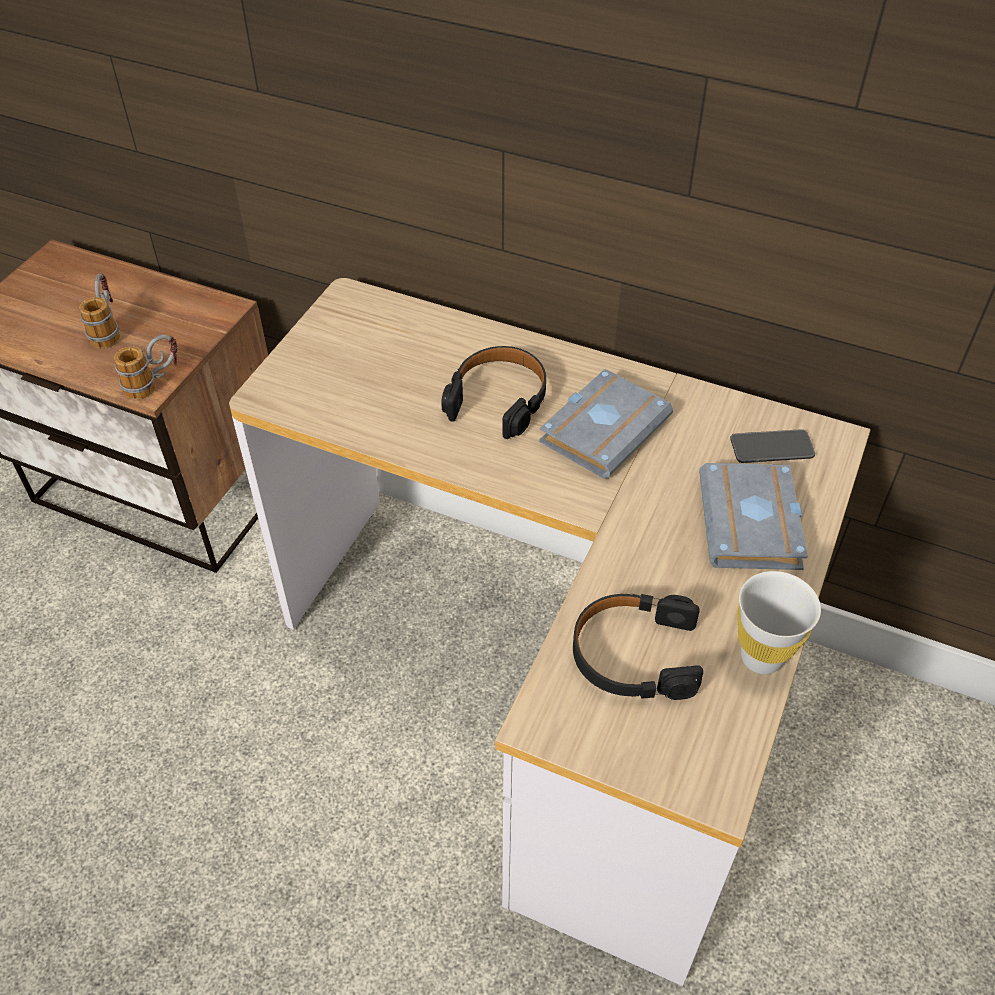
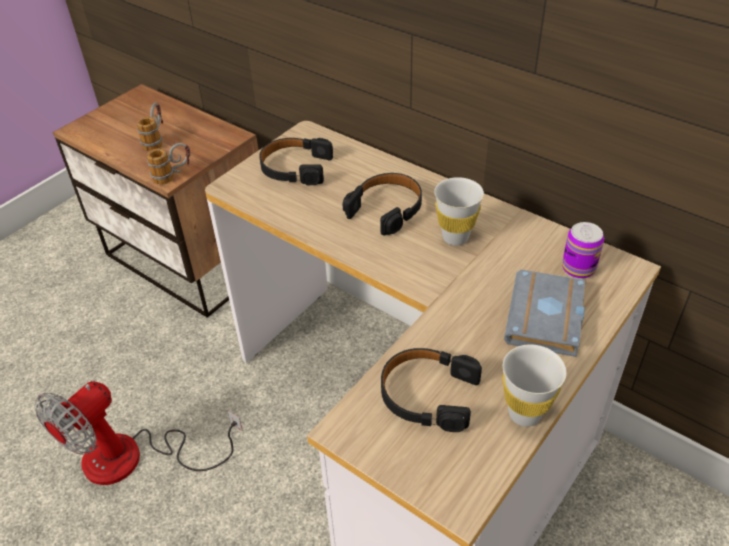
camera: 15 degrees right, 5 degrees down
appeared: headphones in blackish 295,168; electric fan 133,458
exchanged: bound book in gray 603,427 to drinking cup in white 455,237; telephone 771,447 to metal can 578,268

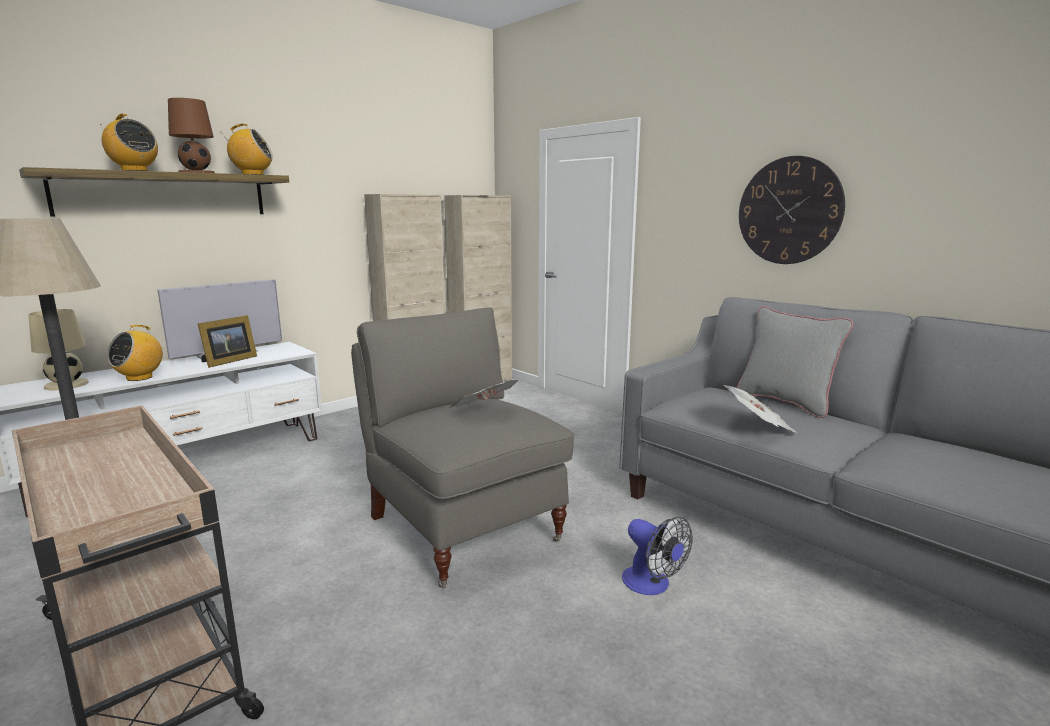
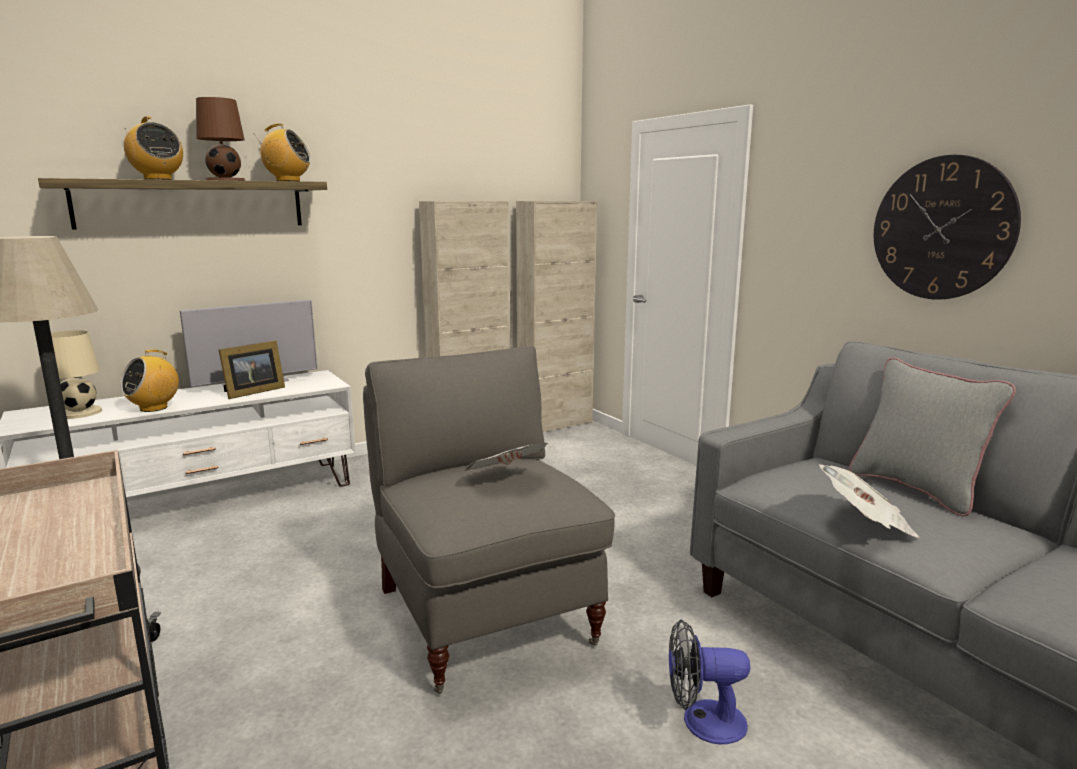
camera: 10 degrees right, 0 degrees up
spun: electric fan 652,585 = 702,721 120 degrees clockwise

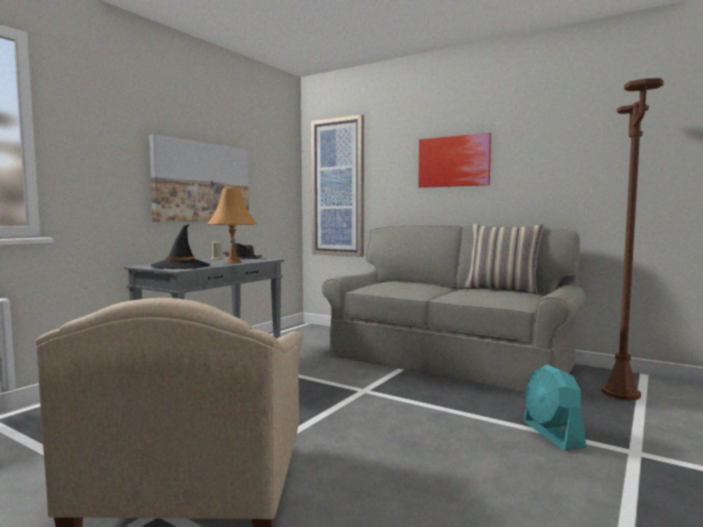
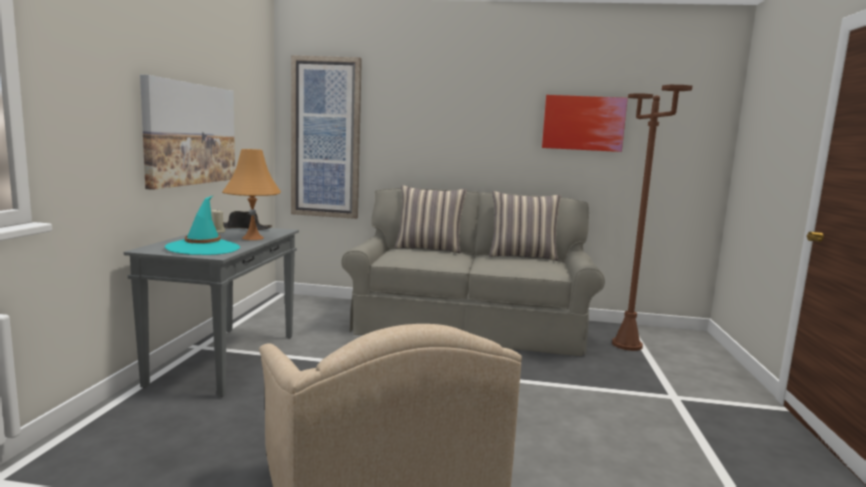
camera: 25 degrees left, 5 degrees up
missing: electric fan in blue-green 552,434
appeared: cushion 429,248
relocated: picture 453,161 to 583,123
colour: wearable hat in blackish 181,266 to wearable hat in blue-green 203,248

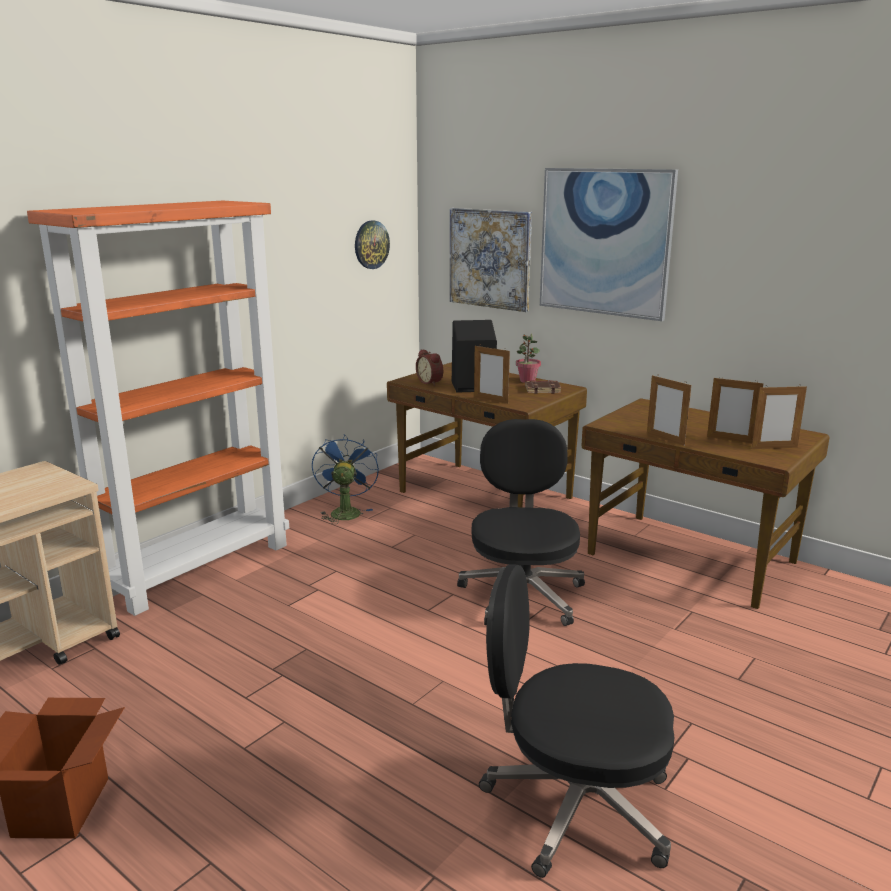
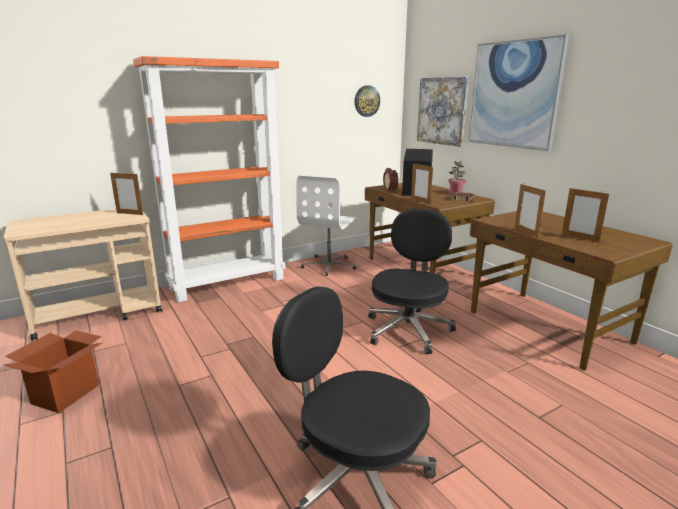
camera: 20 degrees right, 0 degrees up
relocated: photo frame 774,448 to 130,214
exchanged: electric fan in bluish 345,511 to office chair in white 329,265

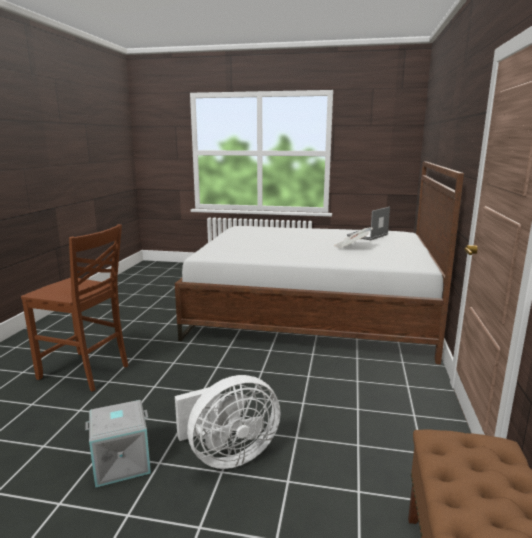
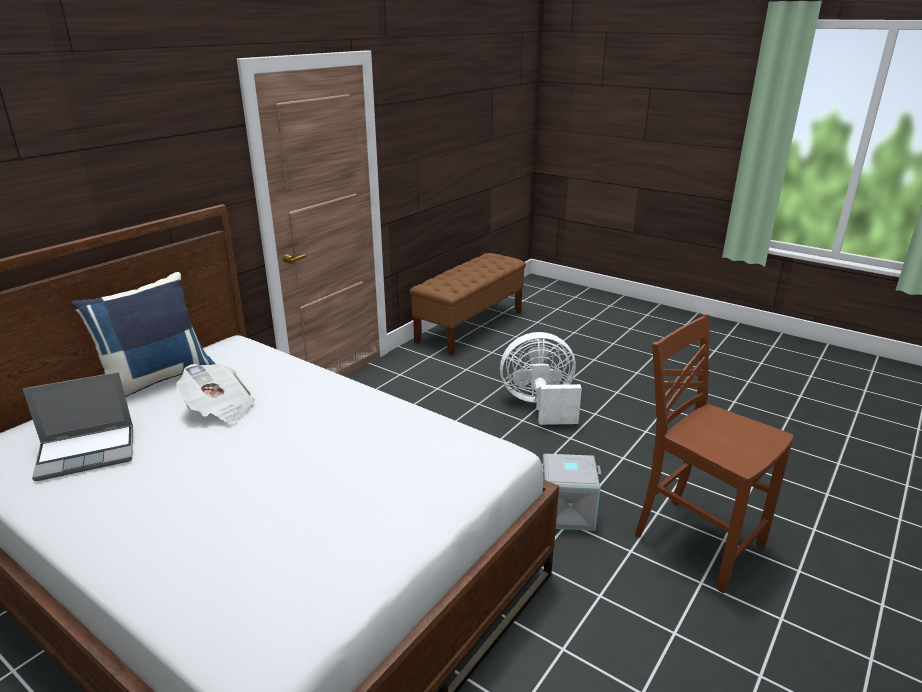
camera: 155 degrees left, 10 degrees up
appeared: cushion in bluish 157,379
relocated: storage container in gray 122,461 to 566,512

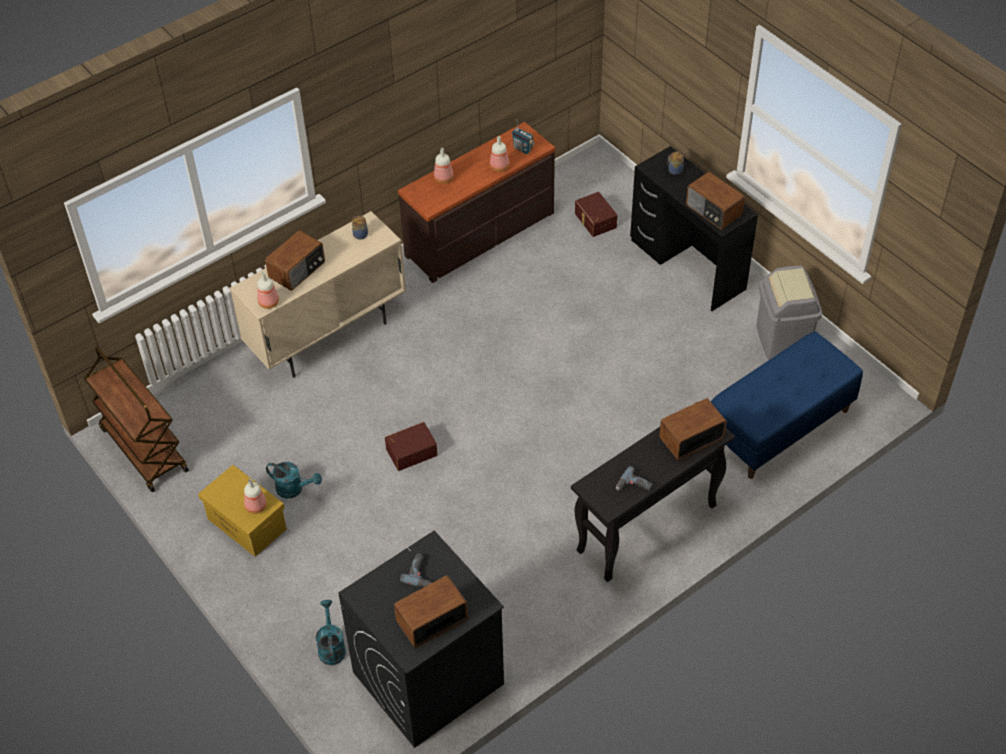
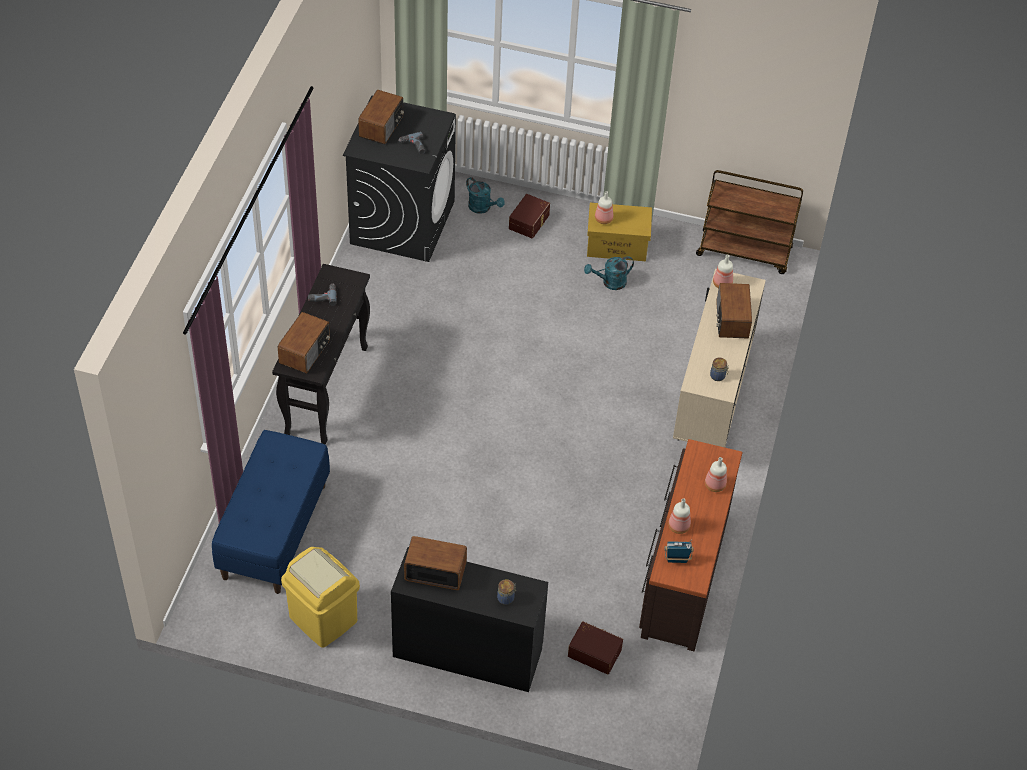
camera: 140 degrees right, 0 degrees up
relocated: storage container in brownish 411,451 to 530,222
colour: rubbish bin in gray 783,340 to rubbish bin in yellow 322,619

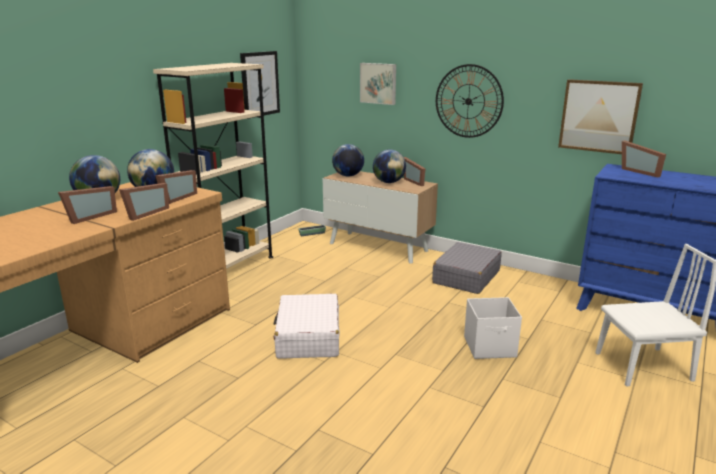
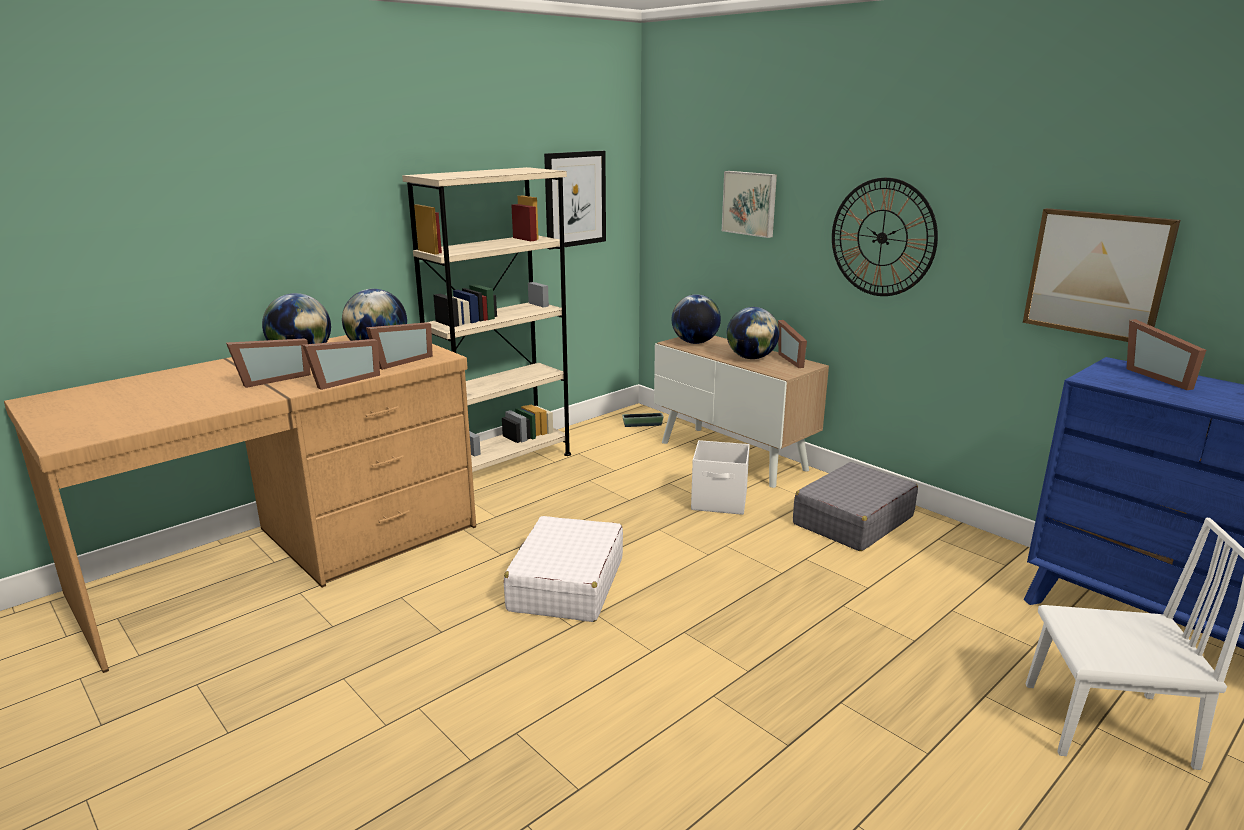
camera: 15 degrees right, 0 degrees up
relocated: storage container in white 490,347 to 720,501

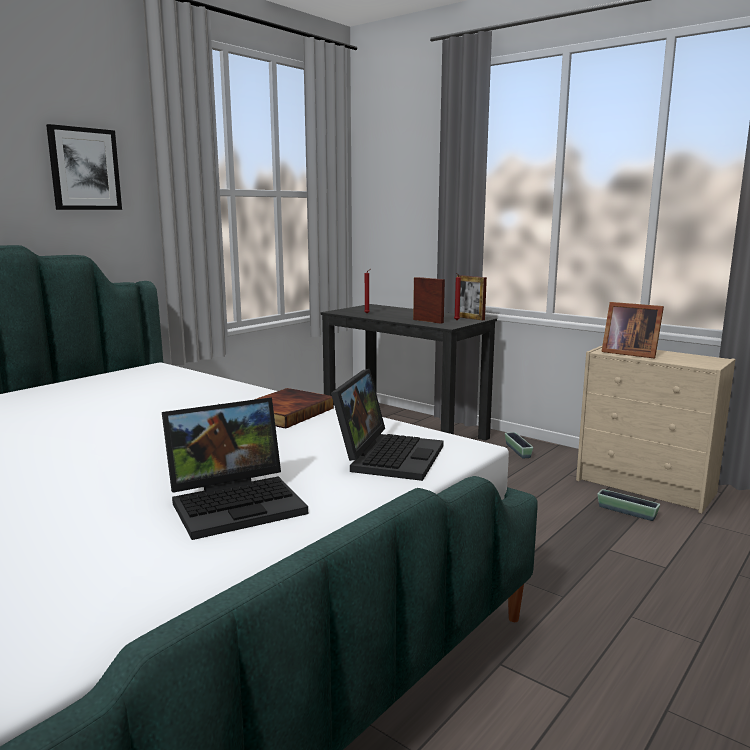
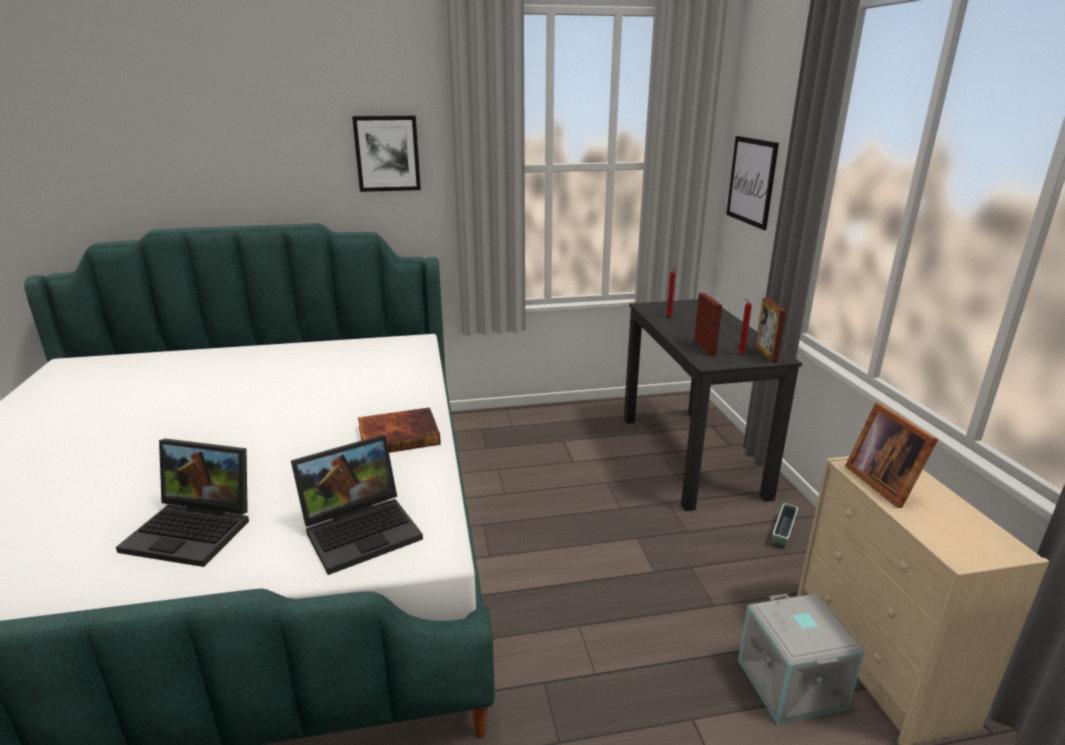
camera: 40 degrees right, 10 degrees up
appeared: picture 751,181
exchanged: plant pot 626,512 to storage container in gray 793,684

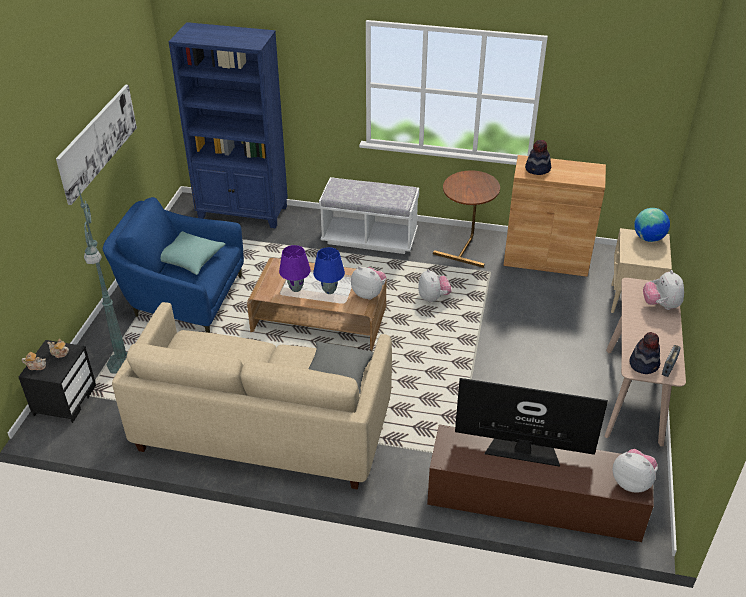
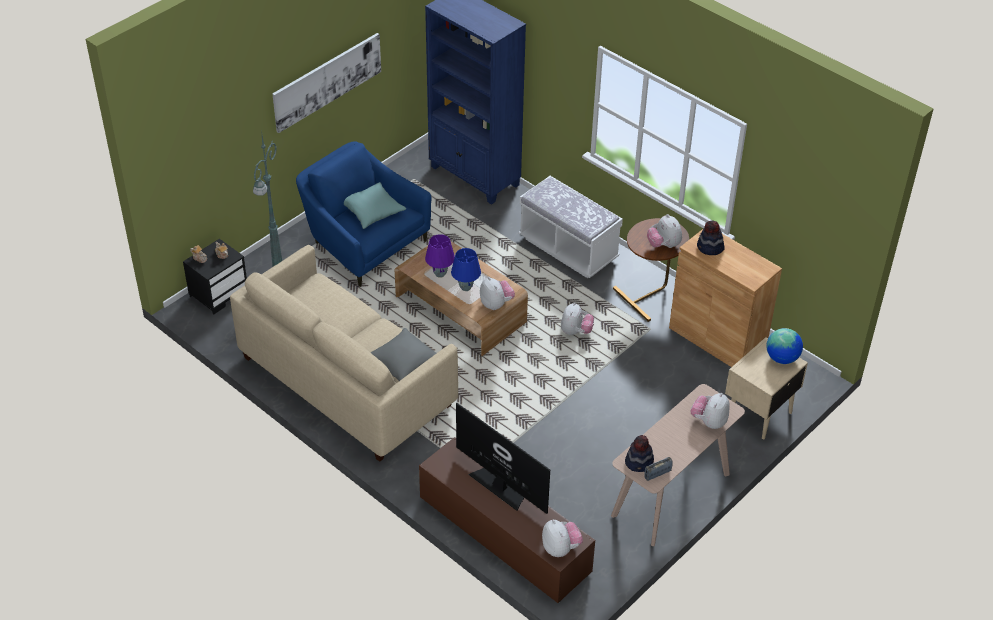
camera: 30 degrees right, 5 degrees up
appeared: soft toy 663,245

